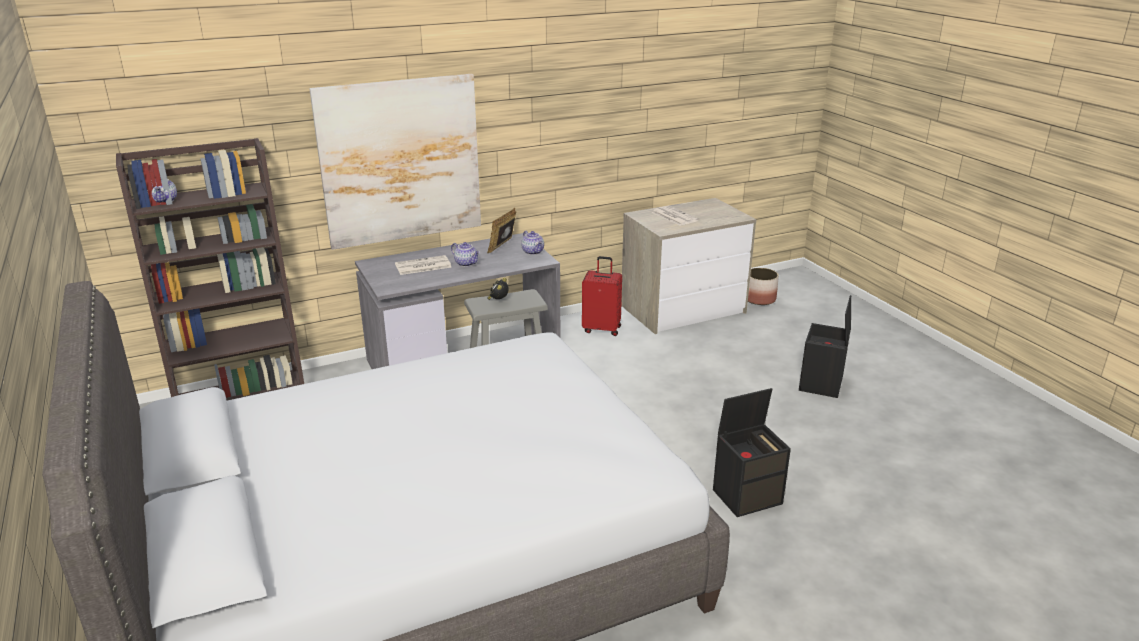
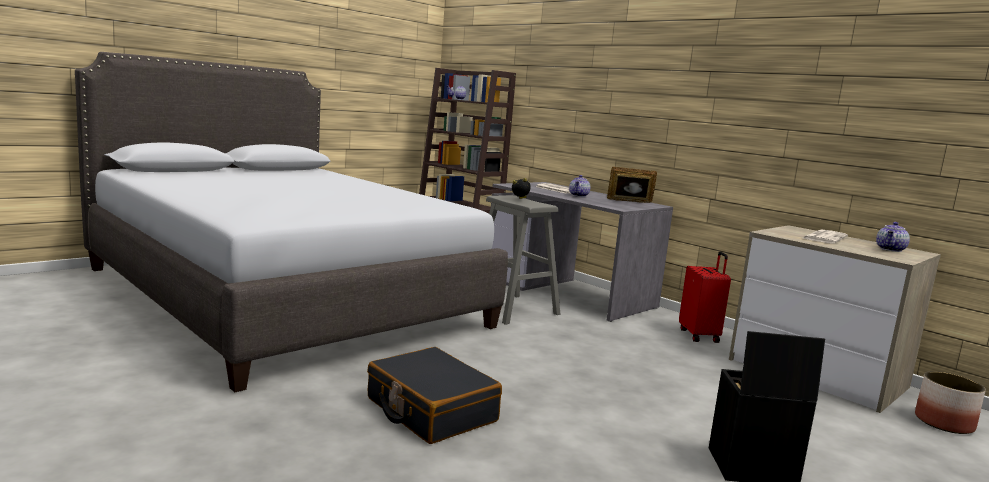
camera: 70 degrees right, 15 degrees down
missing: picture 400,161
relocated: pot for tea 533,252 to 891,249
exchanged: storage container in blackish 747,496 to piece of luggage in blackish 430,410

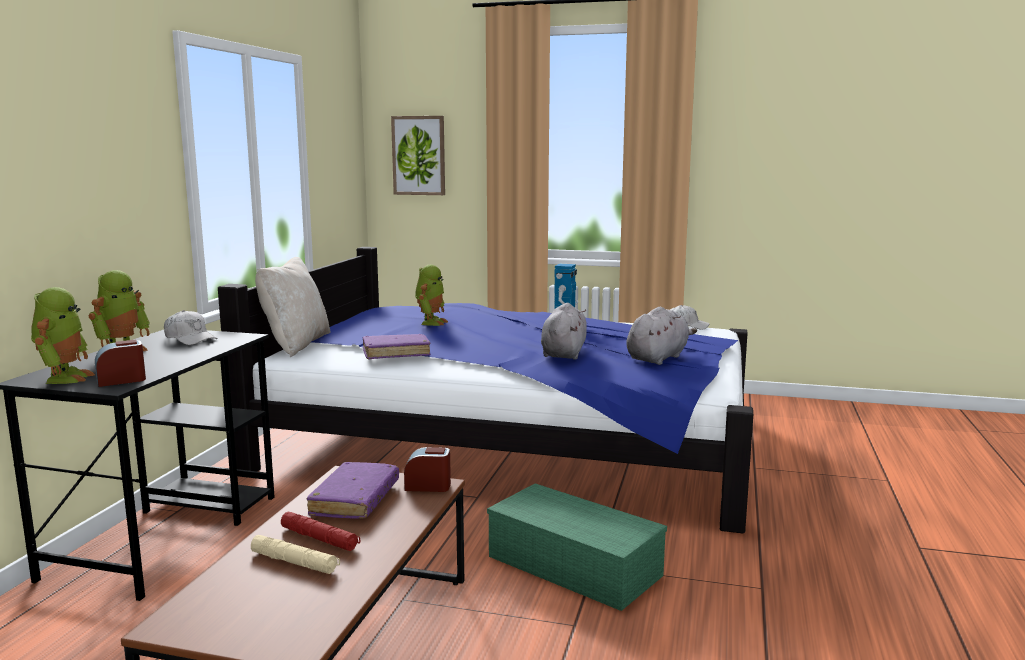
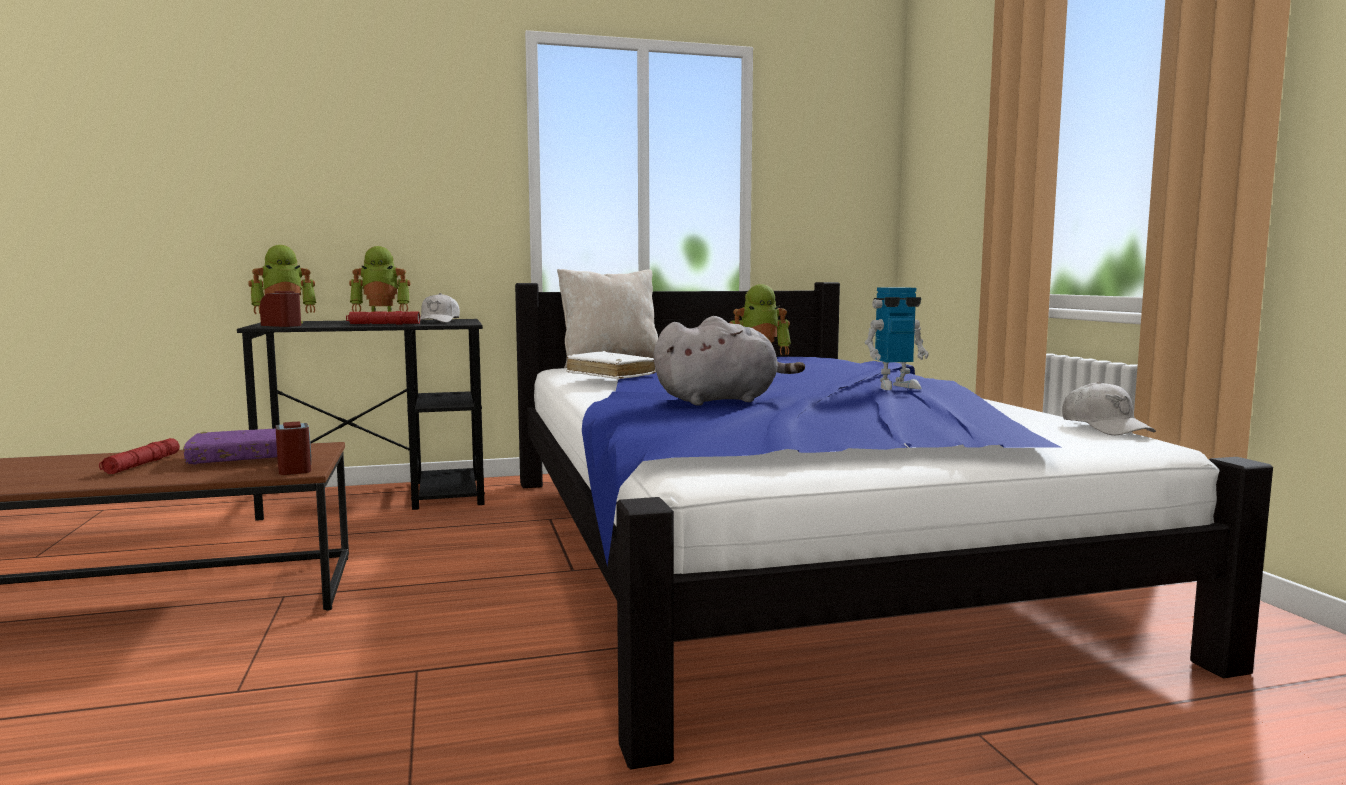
camera: 60 degrees right, 5 degrees down
missing: picture 419,155; soft toy in gray 658,358; storage container in greenish 577,566; torch in beige-coloured 295,562
appeared: torch in reddish 383,324
colour: bound book in purple-coloured 396,353 to bound book in white 611,375

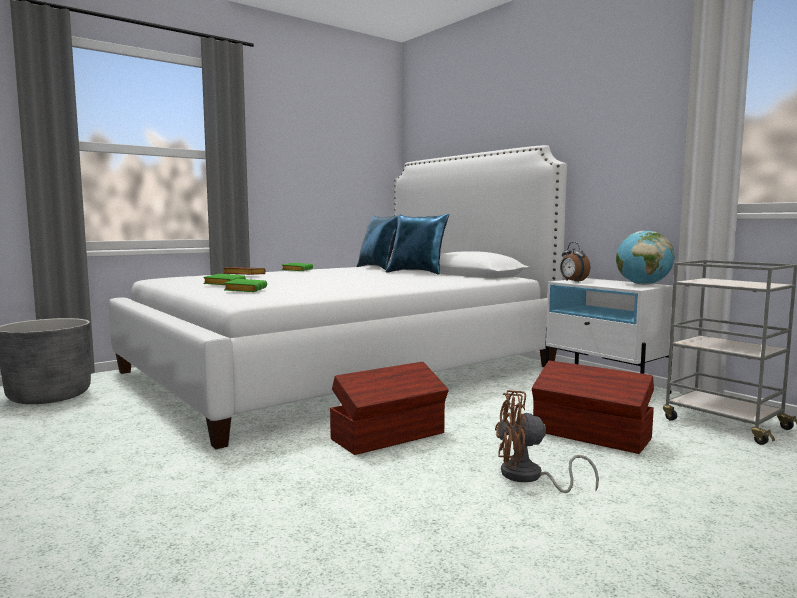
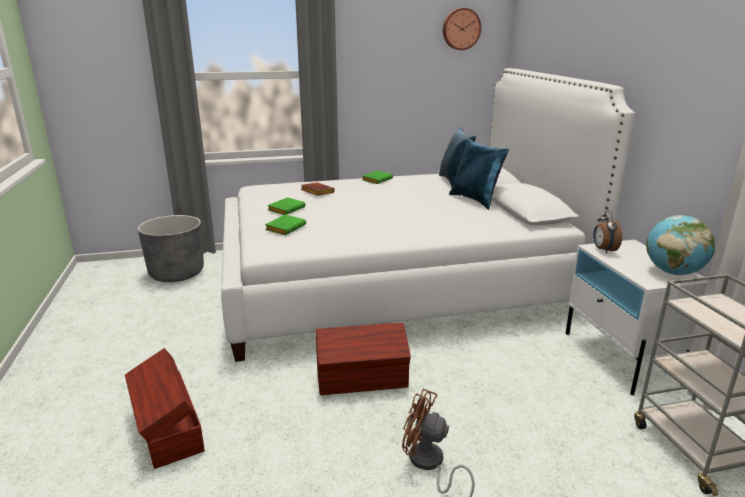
camera: 25 degrees right, 15 degrees up
appeared: clock on the wall 461,29
relocated: storage container in brownish 591,435 to 168,429

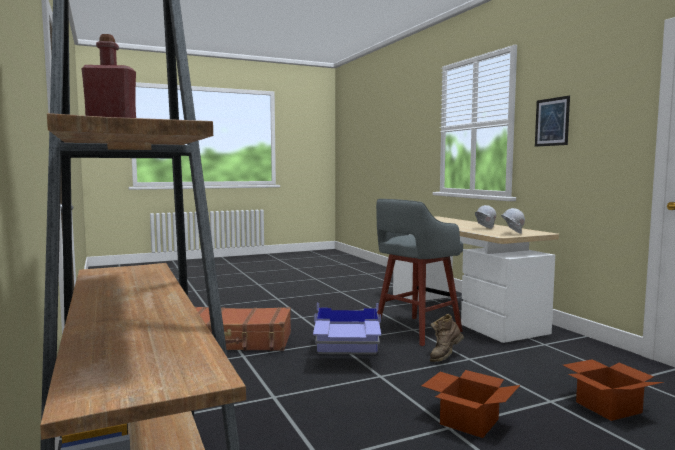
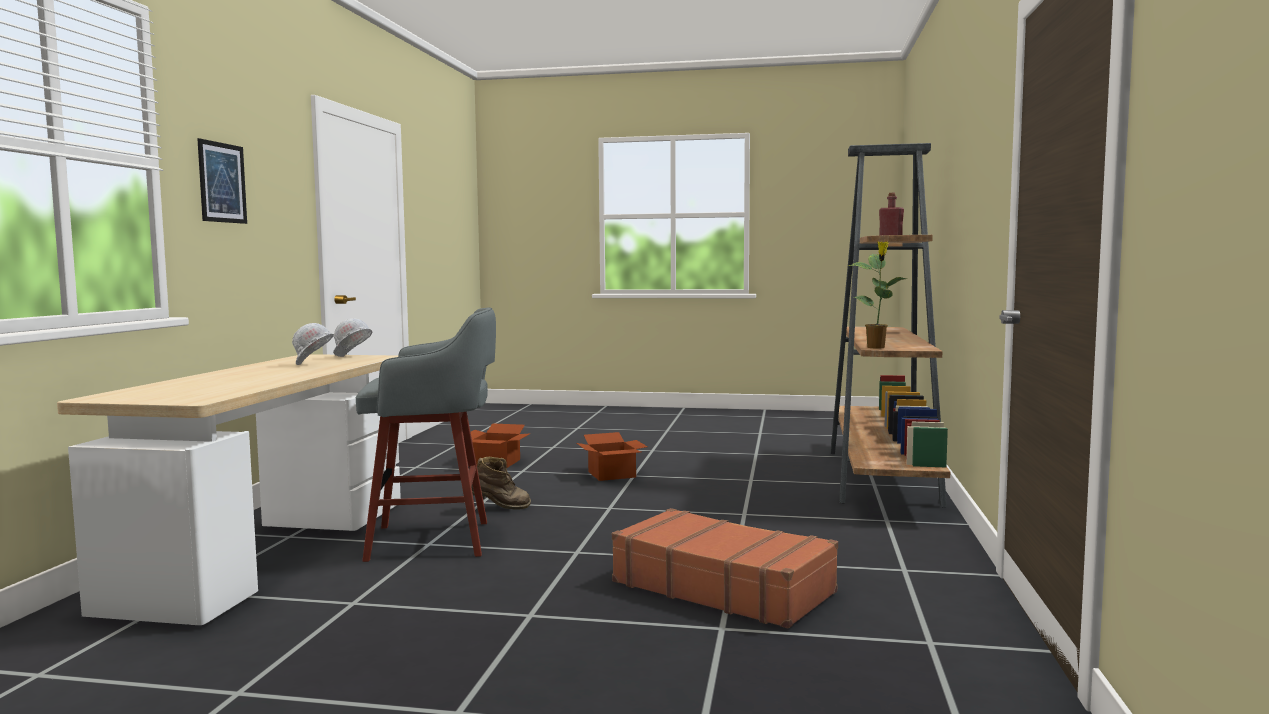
camera: 145 degrees left, 0 degrees up
missing: storage container in bluish 347,356
appeared: potted plant 876,347

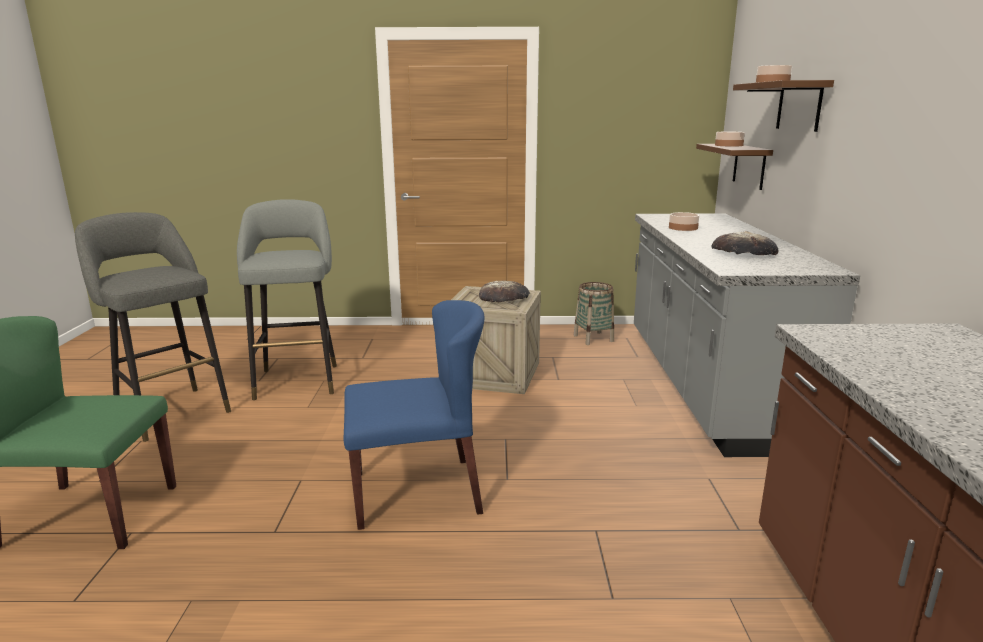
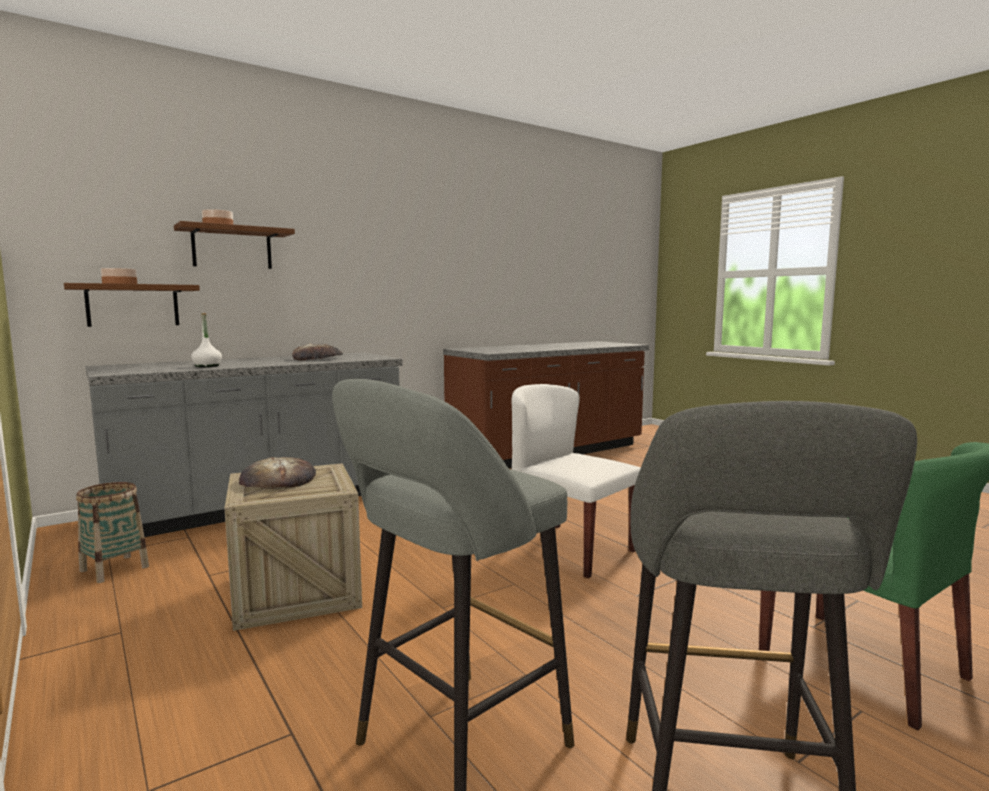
camera: 125 degrees left, 10 degrees down
exchanged: deep dish 682,228 to drink bottle in white 207,366
colour: upright chair in bluish 417,491 to upright chair in white 569,549

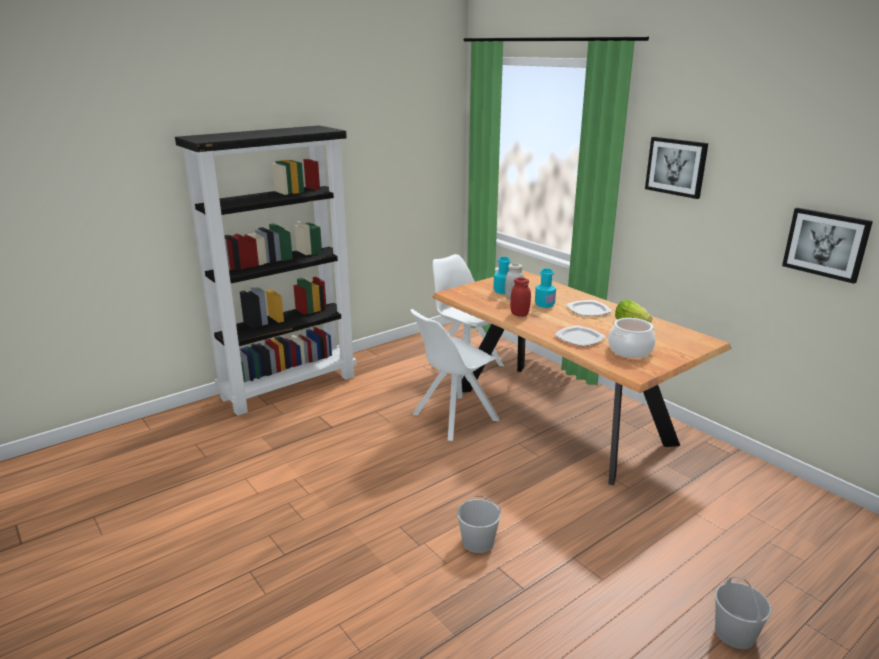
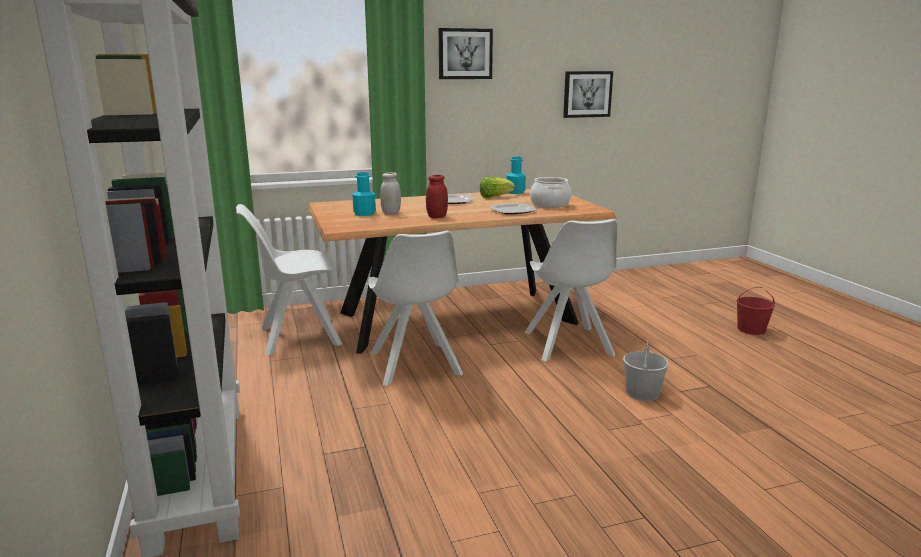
camera: 70 degrees left, 5 degrees down
appeared: upright chair in white 568,345
relocated: drink bottle in blue-green 544,304 to 515,192
colour: water bucket in white 735,633 to water bucket in reddish 751,329

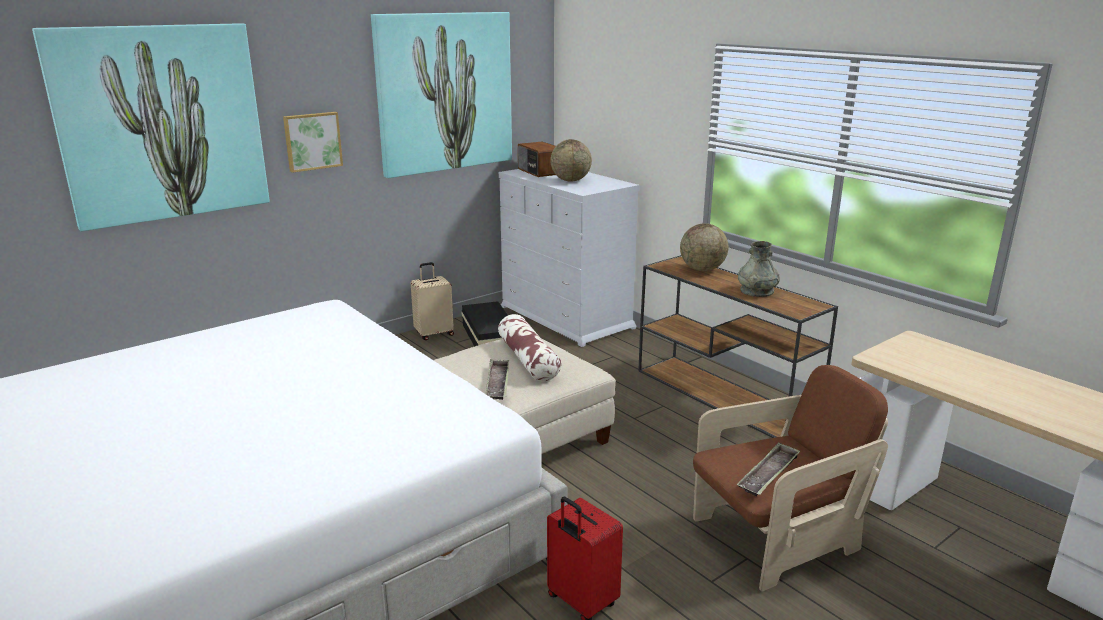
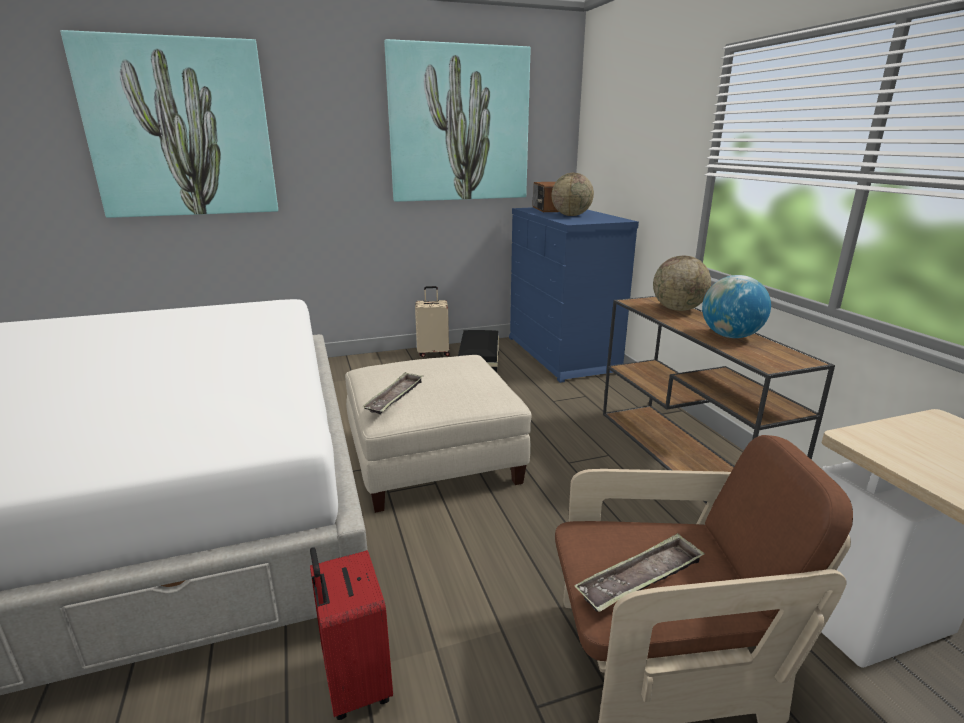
camera: 20 degrees right, 0 degrees up
missing: picture 312,141; cushion 528,359
exchanged: flower vase in gray 757,291 to world globe 730,336
colour: chest of drawers in white 566,317 to chest of drawers in bluish 562,354

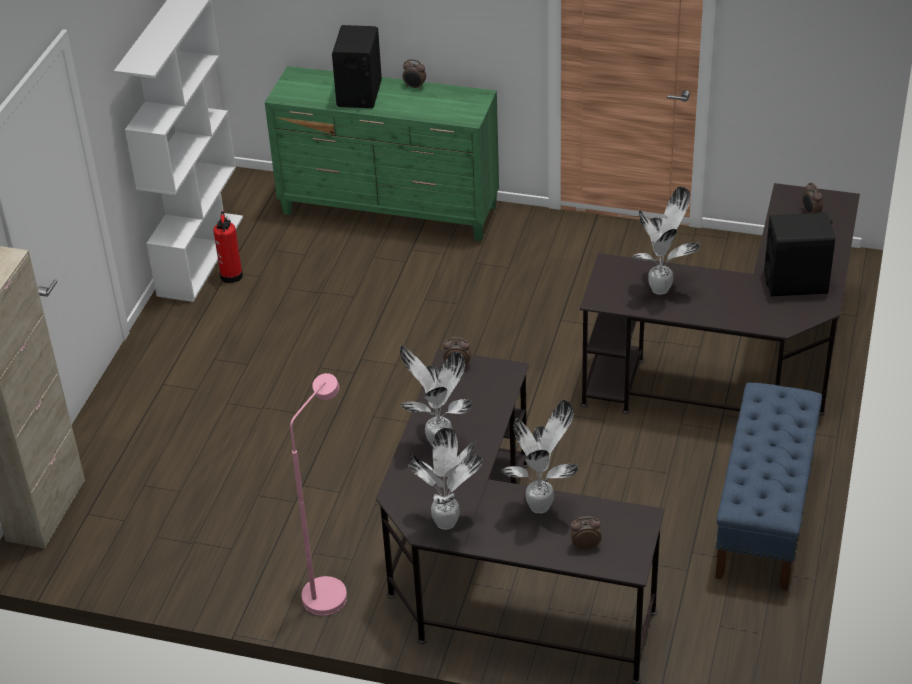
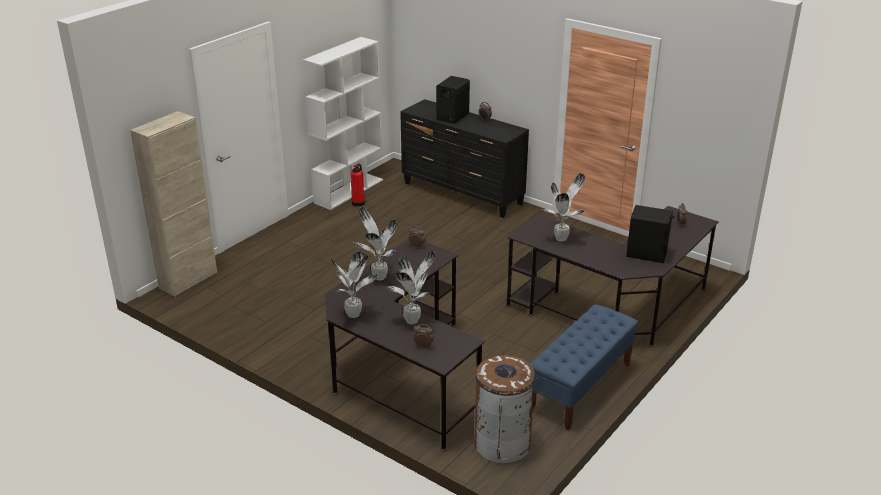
camera: 20 degrees right, 10 degrees down
missing: floor lamp in pink 330,588
appeared: rubbish bin in brownish 502,444
colour: chest of drawers in greenish 390,211 to chest of drawers in blackish 462,194

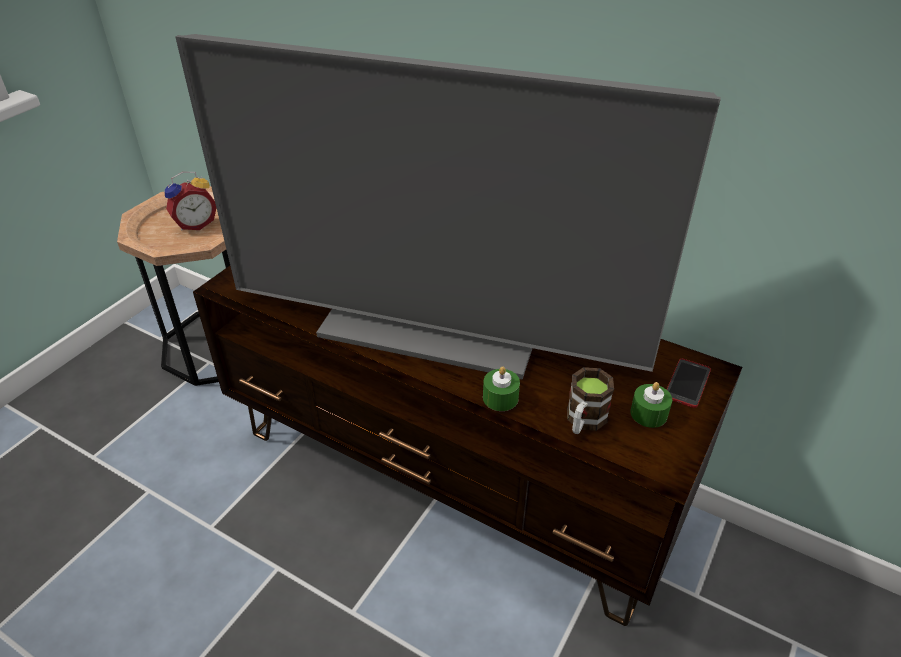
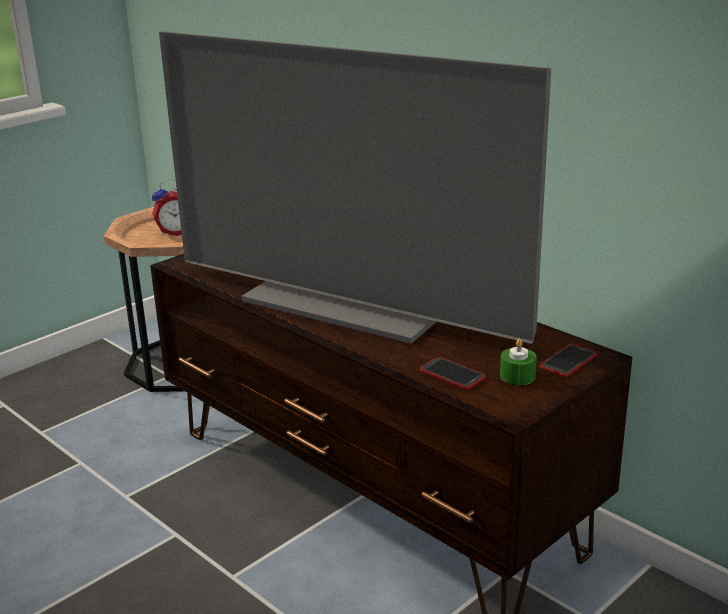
camera: 15 degrees right, 15 degrees down
missing: wax light in greenish 500,398
exchanged: tea mug 583,421 to telephone 452,374

